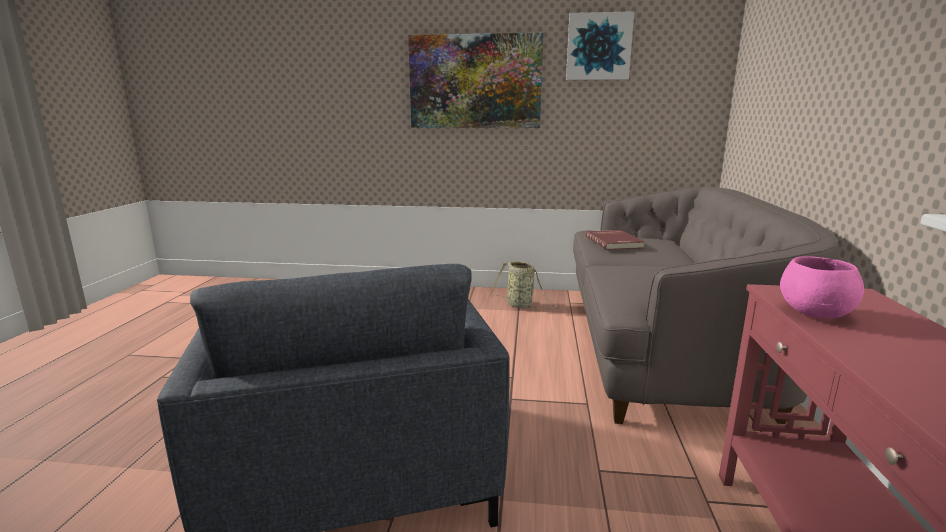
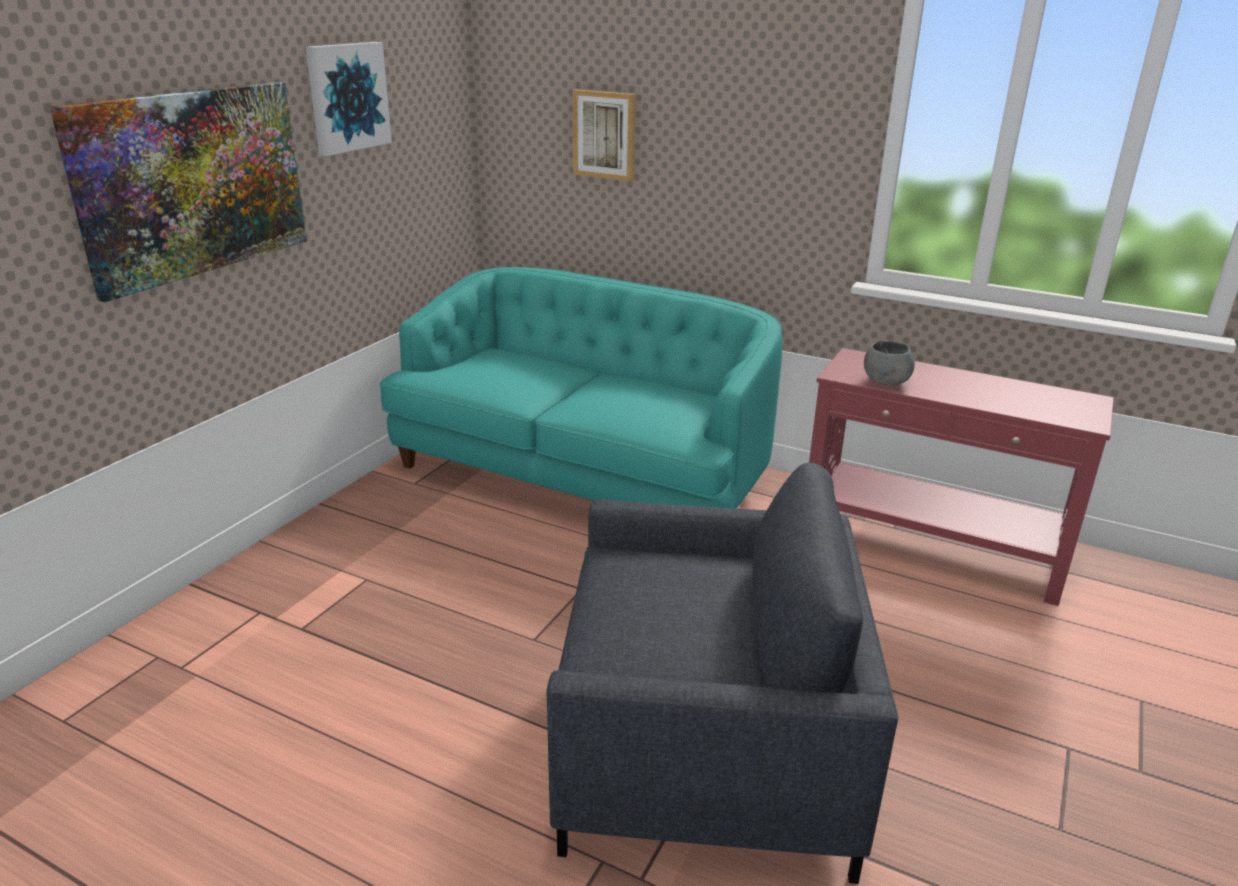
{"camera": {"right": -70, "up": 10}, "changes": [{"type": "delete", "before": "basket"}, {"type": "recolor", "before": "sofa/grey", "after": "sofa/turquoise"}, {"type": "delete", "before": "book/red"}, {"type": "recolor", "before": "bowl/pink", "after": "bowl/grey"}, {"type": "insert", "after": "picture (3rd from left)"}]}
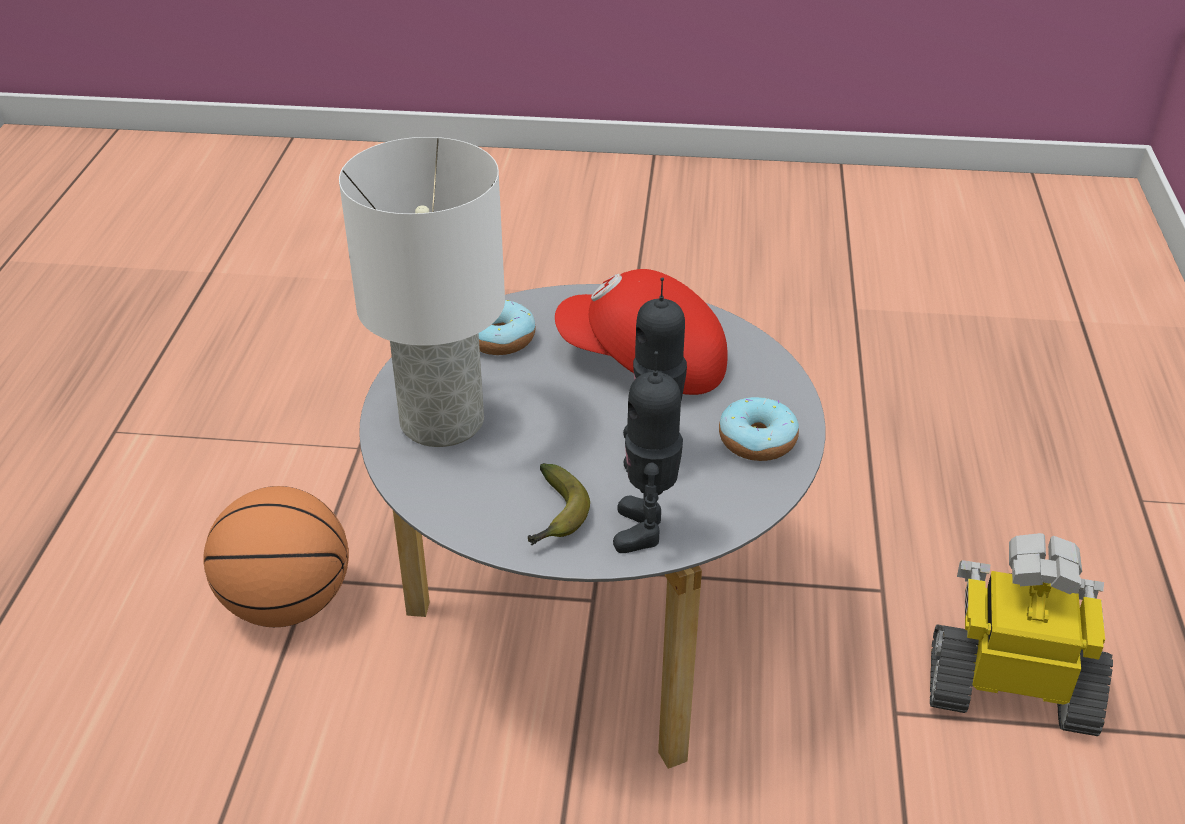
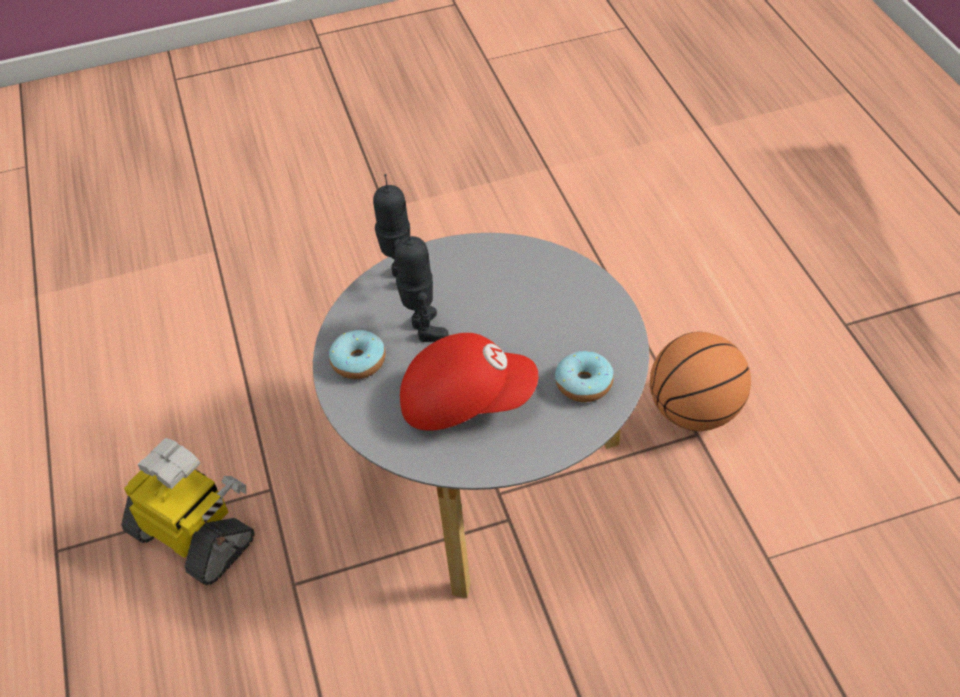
{"camera": {"right": 160, "up": 10}, "changes": [{"type": "delete", "before": "table lamp/white"}, {"type": "delete", "before": "banana"}, {"type": "rotate", "before": "toy robot (3rd from left in the first image)", "turn": -135}]}
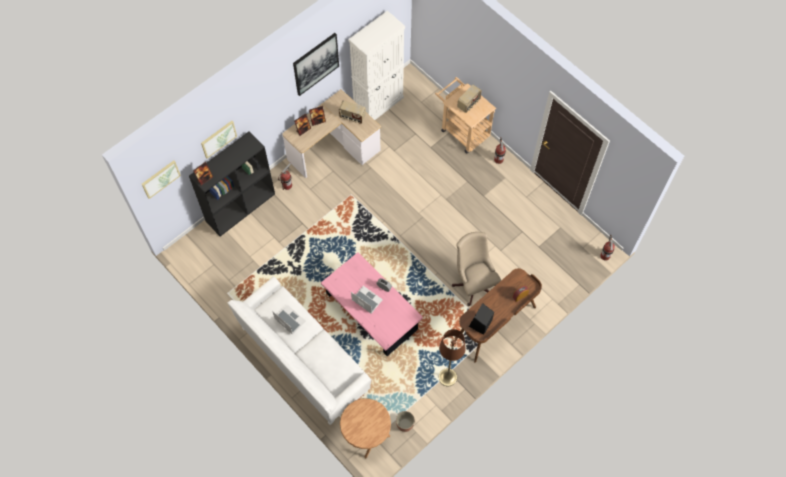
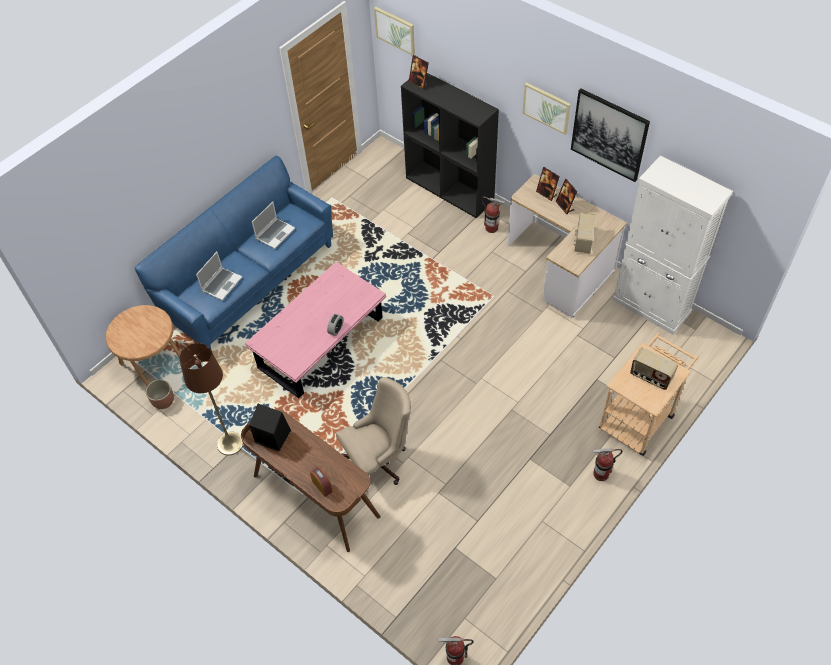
{"camera": {"right": 85, "up": -10}, "changes": [{"type": "move", "before": "picture (2nd from left)"}, {"type": "recolor", "before": "sofa/white", "after": "sofa/blue"}, {"type": "move", "before": "laptop (2nd from left in the first image)", "after": "laptop (1st from left)"}]}
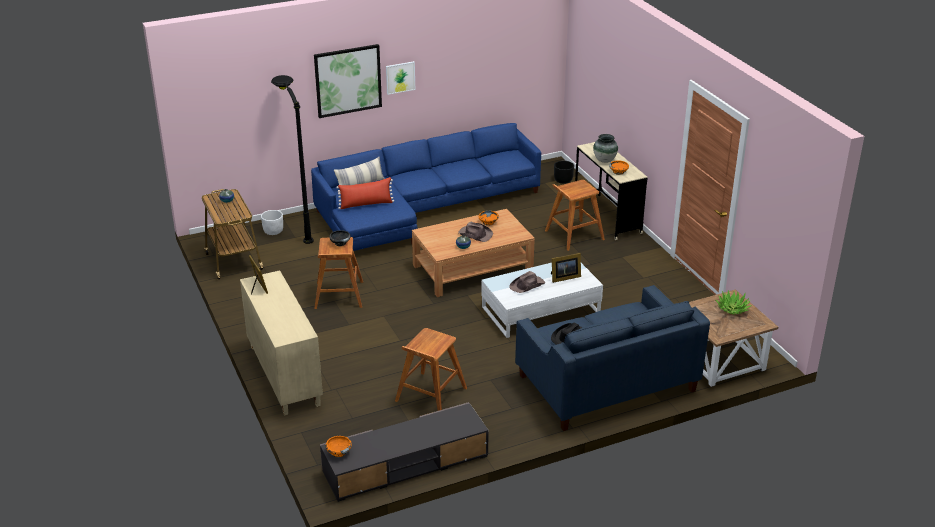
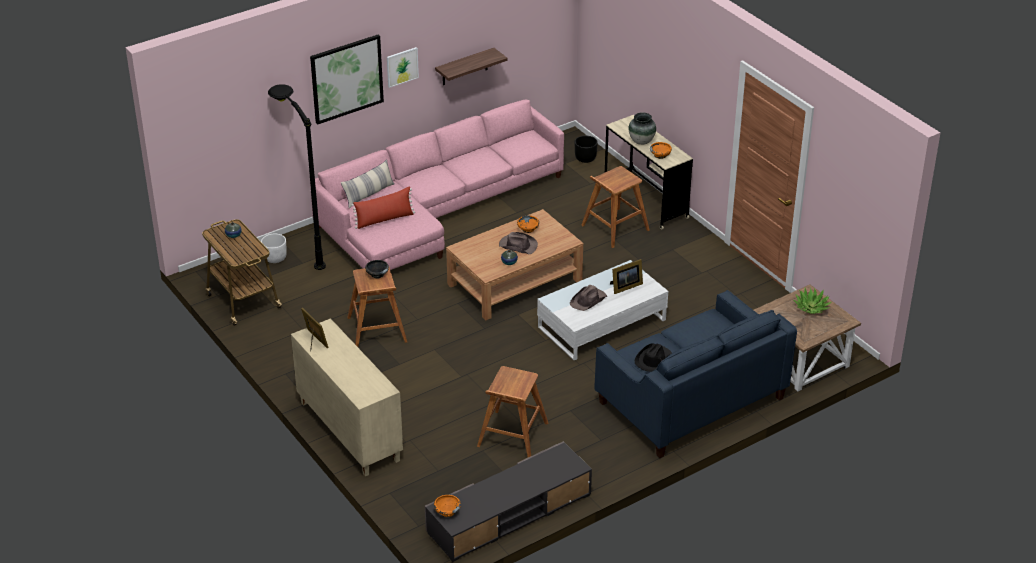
{"camera": {"right": -10, "up": 5}, "changes": [{"type": "recolor", "before": "sofa/blue (1st from left)", "after": "sofa/pink"}, {"type": "insert", "after": "shelf"}]}
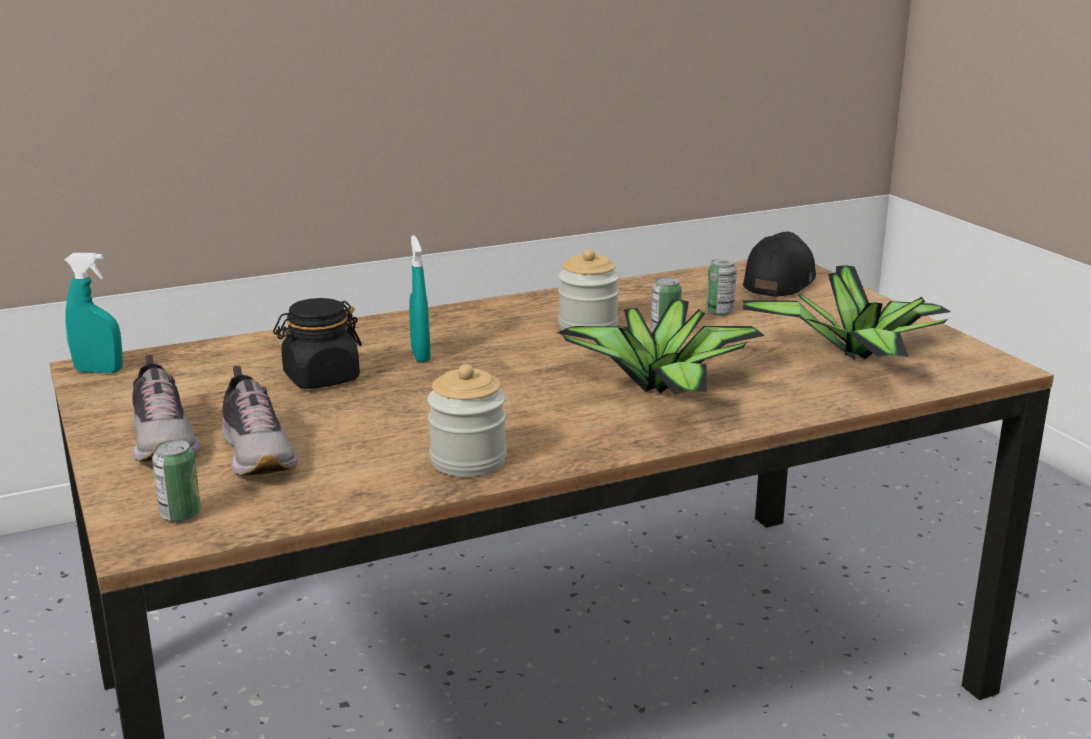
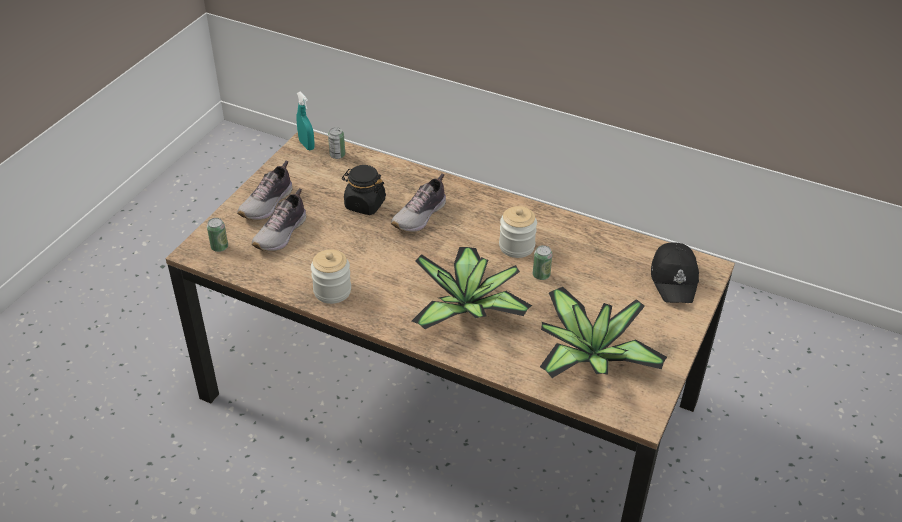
{"camera": {"right": 50, "up": 20}, "changes": [{"type": "replace", "before": "spray bottle/turquoise (2nd from left)", "after": "shoe (3rd from left)"}, {"type": "move", "before": "can (3rd from left in the first image)", "after": "can (2nd from left)"}, {"type": "rotate", "before": "cap/black", "turn": 105}]}
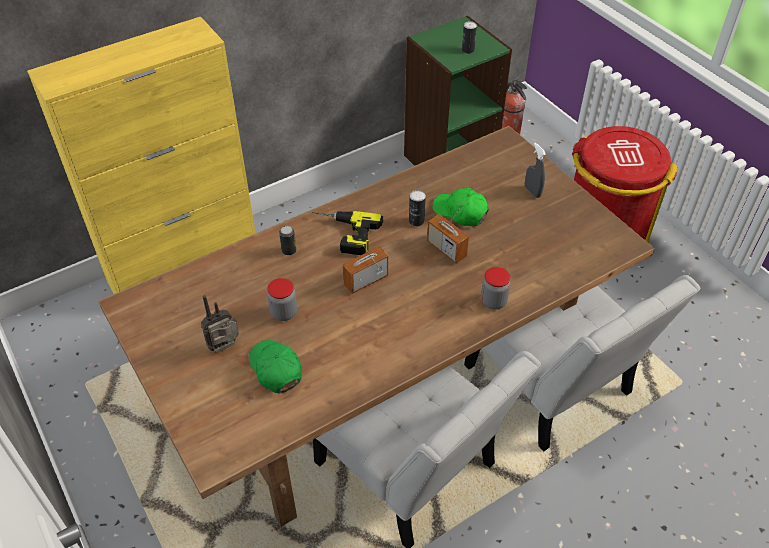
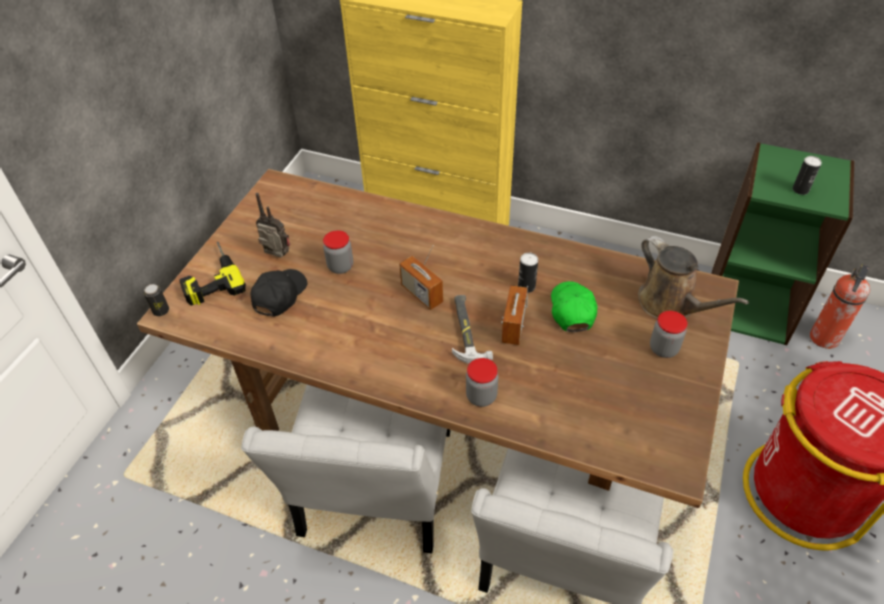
{"camera": {"right": 55, "up": 0}, "changes": [{"type": "recolor", "before": "cap/green (1st from left)", "after": "cap/black"}, {"type": "move", "before": "can (1st from left)"}, {"type": "move", "before": "power drill"}, {"type": "rotate", "before": "radio (2nd from left)", "turn": -150}, {"type": "replace", "before": "spray bottle/grey", "after": "jar (3rd from left)"}, {"type": "insert", "after": "hammer"}, {"type": "insert", "after": "watering can/brown"}]}
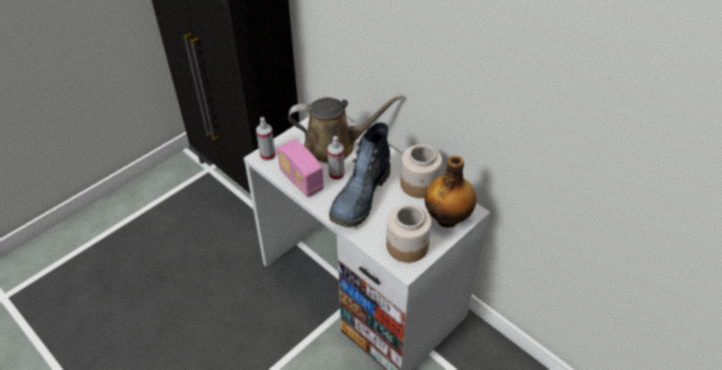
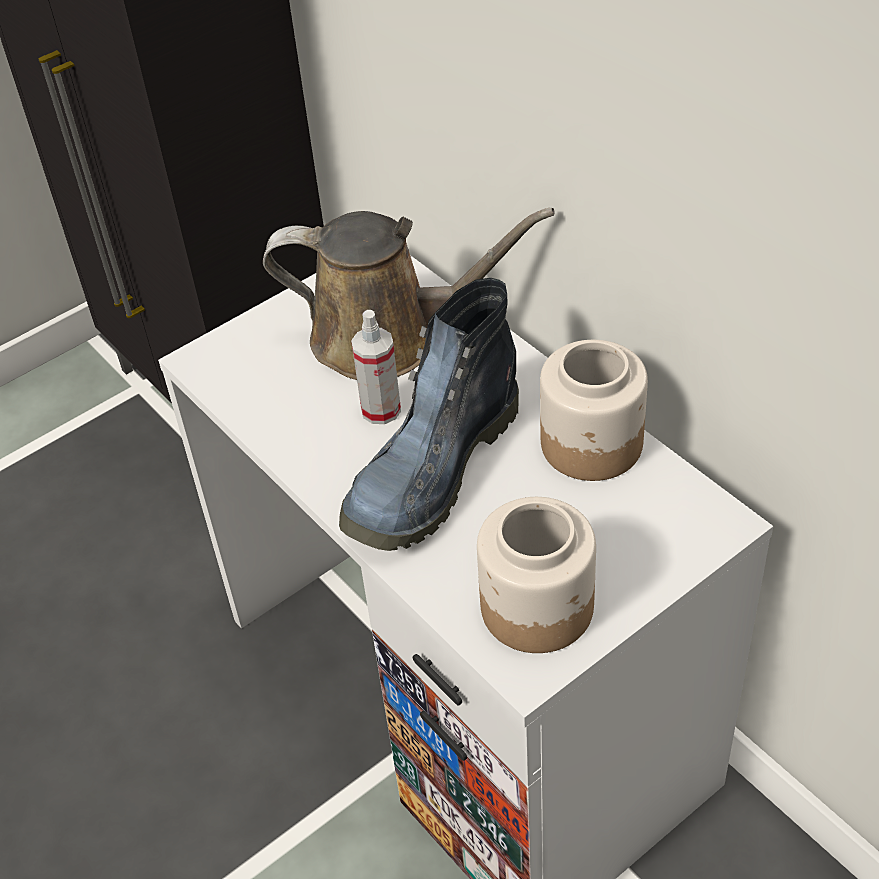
{"camera": {"right": 10, "up": 0}, "changes": [{"type": "delete", "before": "spray bottle (1st from left)"}, {"type": "delete", "before": "radio"}, {"type": "delete", "before": "bottle"}]}
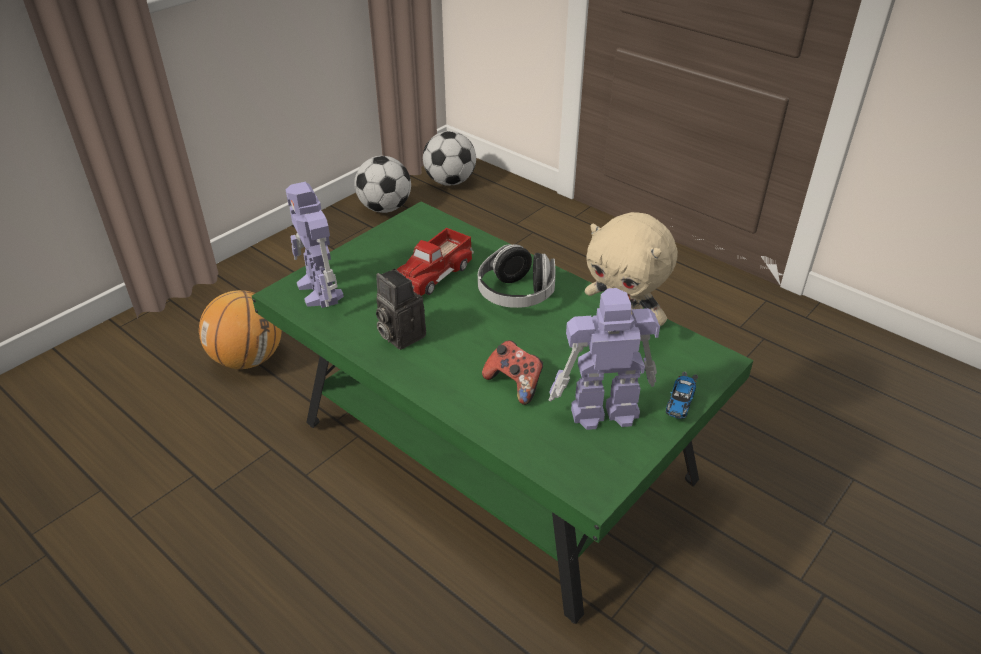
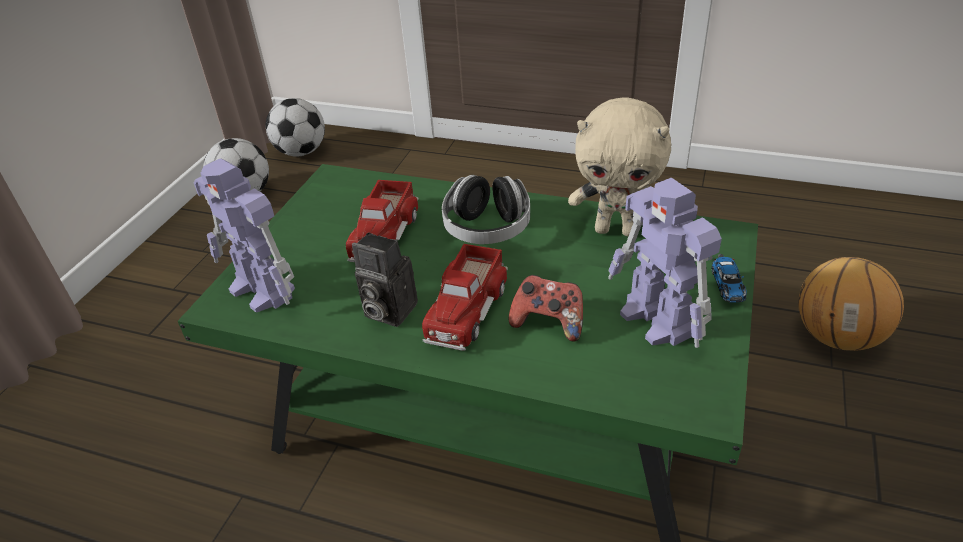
{"camera": {"right": -20, "up": 0}, "changes": [{"type": "move", "before": "basketball"}, {"type": "rotate", "before": "toy robot (2nd from left)", "turn": -90}, {"type": "insert", "after": "toy truck (2nd from left)"}]}
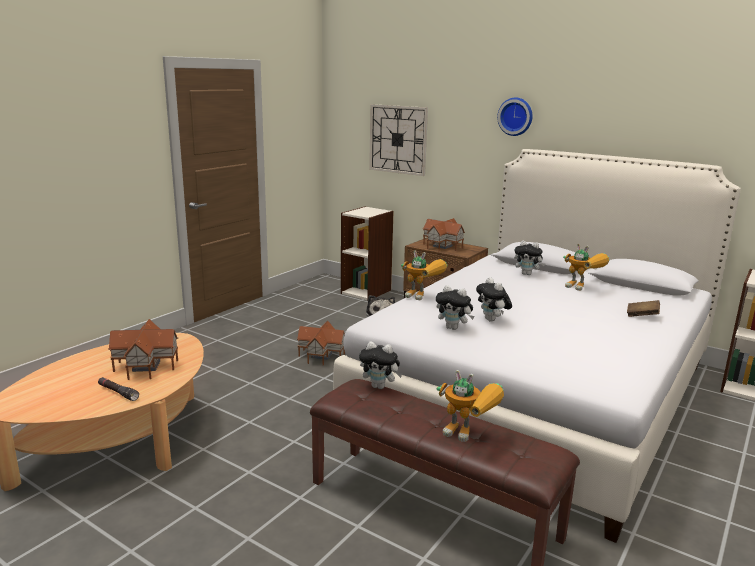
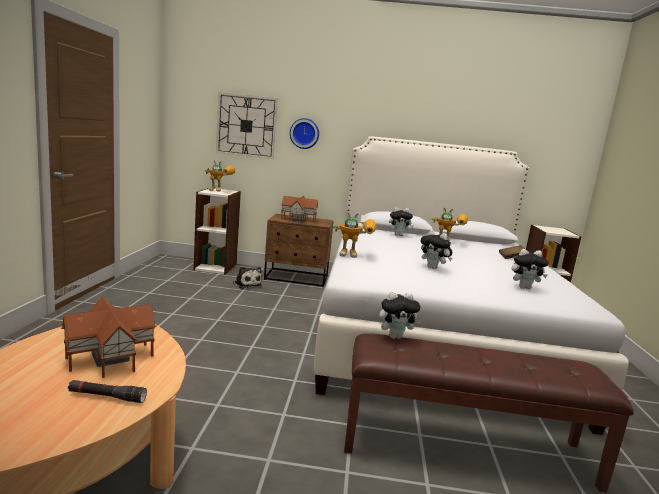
{"camera": {"right": -30, "up": -5}, "changes": [{"type": "delete", "before": "toy house (2nd from left)"}, {"type": "move", "before": "plush toy (3rd from left in the first image)", "after": "plush toy (5th from left)"}, {"type": "move", "before": "toy robot (2nd from left in the first image)", "after": "toy robot (1st from left)"}, {"type": "move", "before": "wall clock (2nd from left)"}]}
